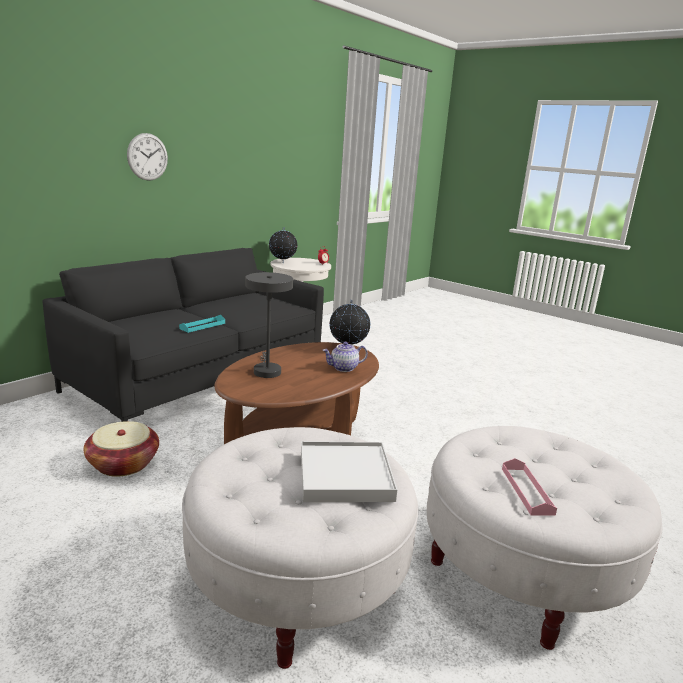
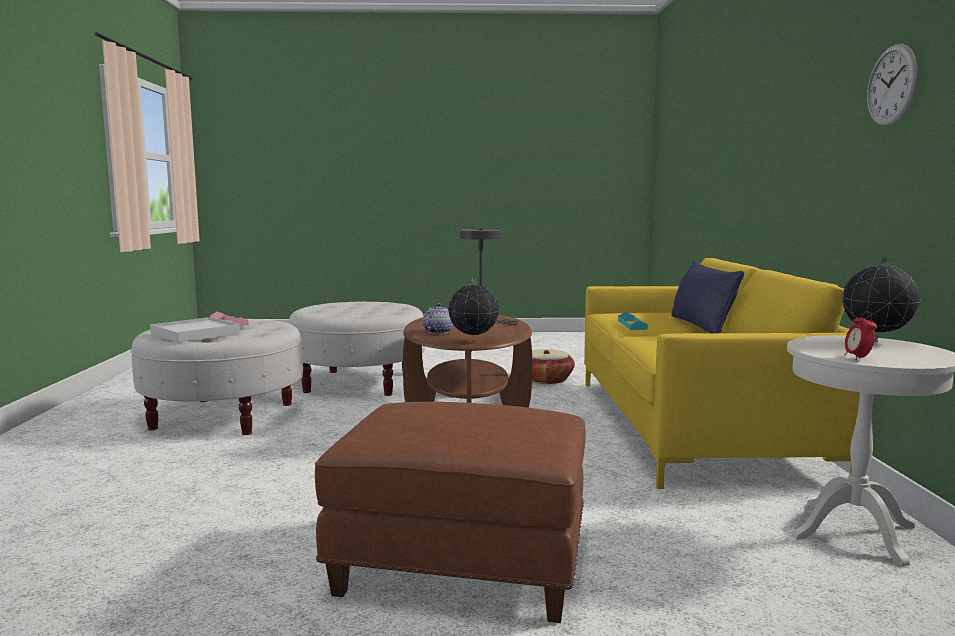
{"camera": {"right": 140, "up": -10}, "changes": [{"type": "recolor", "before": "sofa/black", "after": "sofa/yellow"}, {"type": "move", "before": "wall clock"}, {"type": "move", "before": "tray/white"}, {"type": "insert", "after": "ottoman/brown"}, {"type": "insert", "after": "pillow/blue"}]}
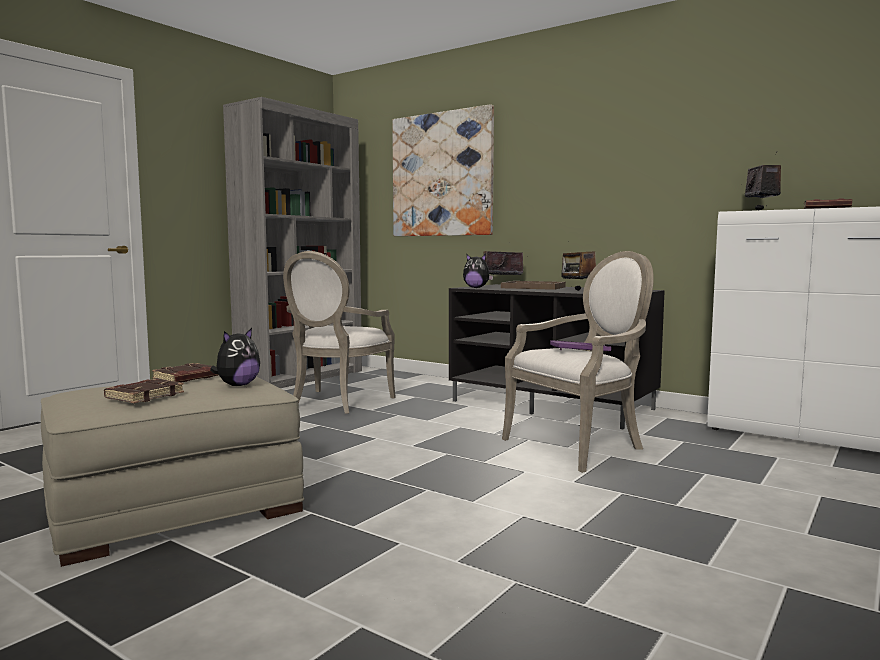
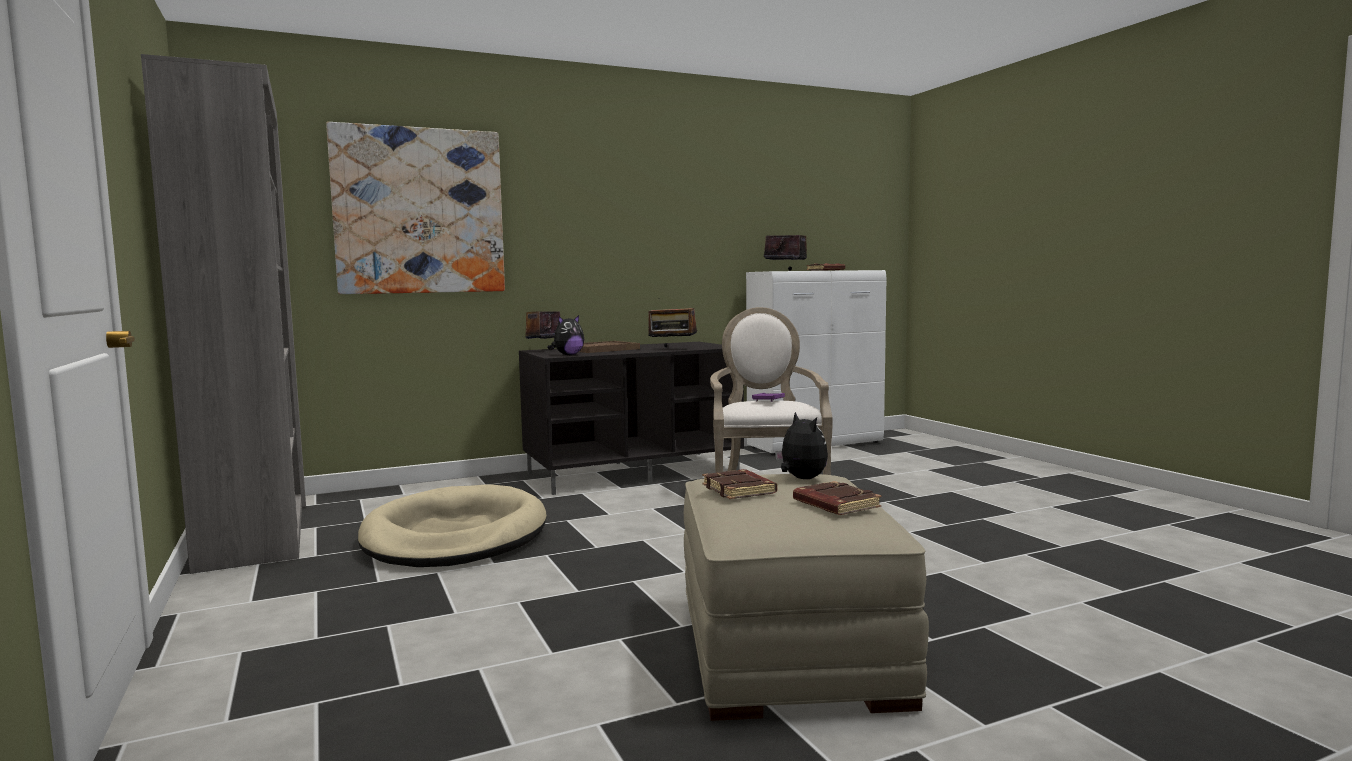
{"camera": {"right": -60, "up": 0}, "changes": [{"type": "replace", "before": "armchair (1st from left)", "after": "dog bed/beige"}]}
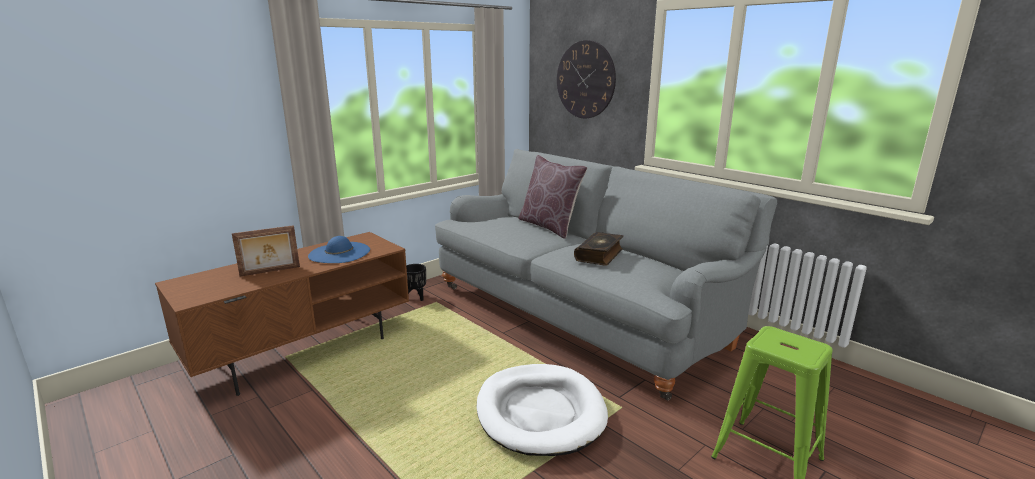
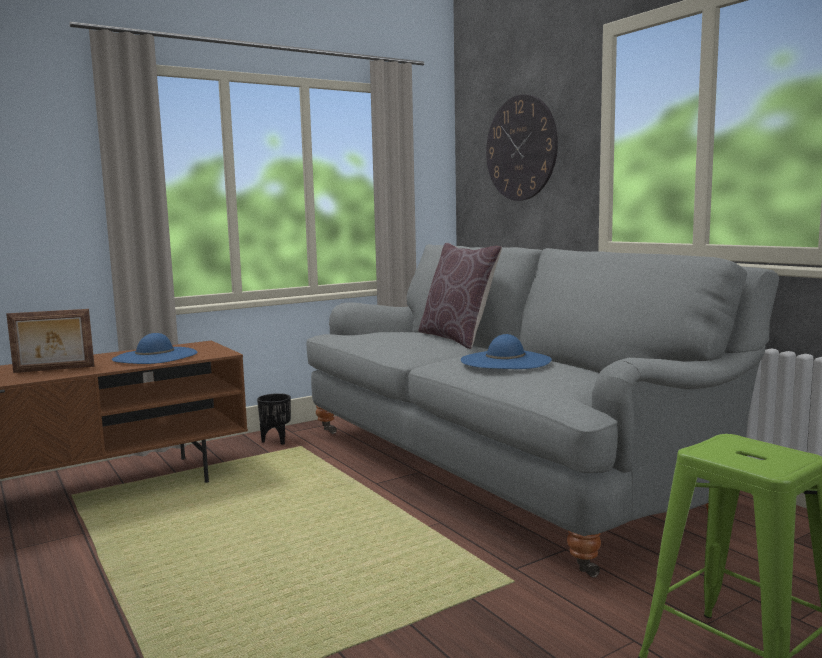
{"camera": {"right": 10, "up": -10}, "changes": [{"type": "delete", "before": "dog bed/white"}, {"type": "replace", "before": "book", "after": "hat/blue (2nd from left)"}]}
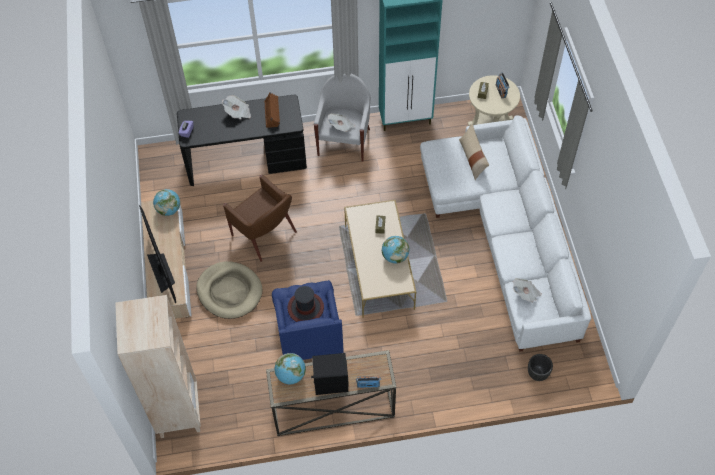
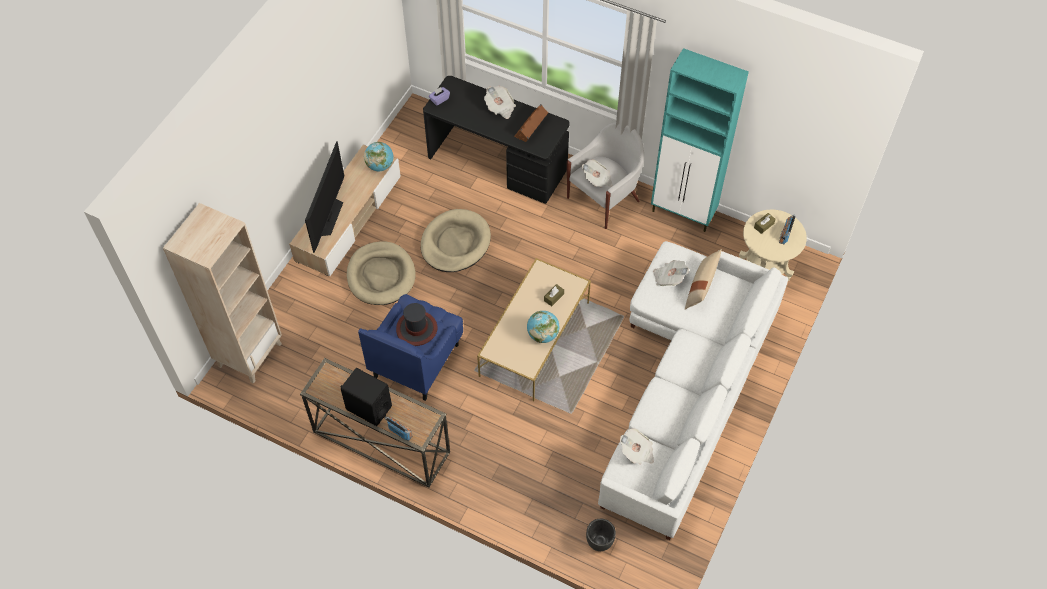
{"camera": {"right": 35, "up": 0}, "changes": [{"type": "replace", "before": "armchair/brown", "after": "dog bed/beige (2nd from left)"}, {"type": "delete", "before": "globe (2nd from left)"}, {"type": "insert", "after": "newspaper (4th from left)"}]}
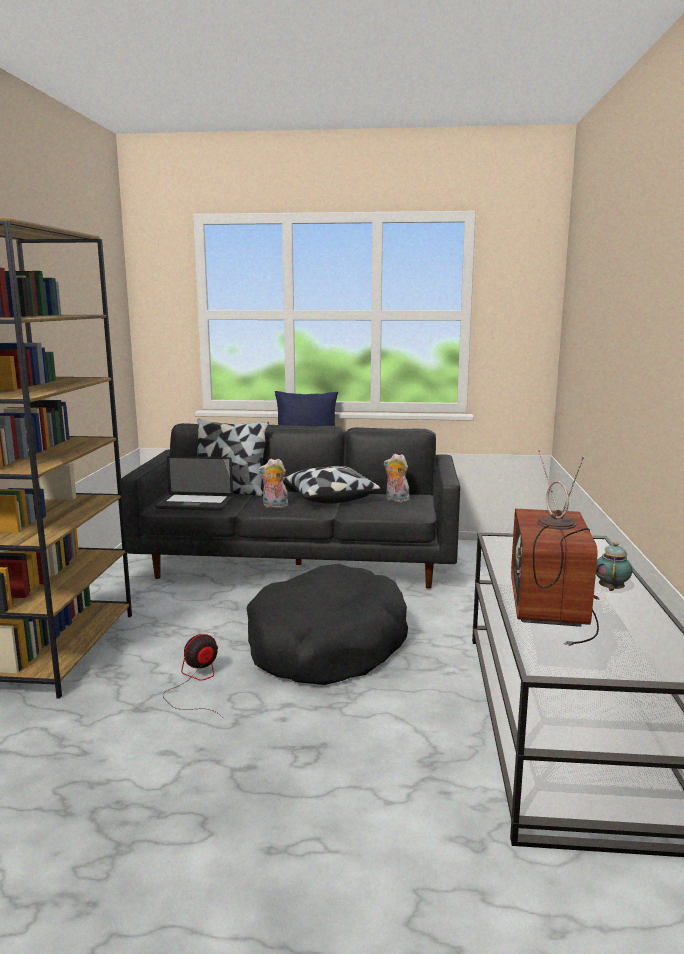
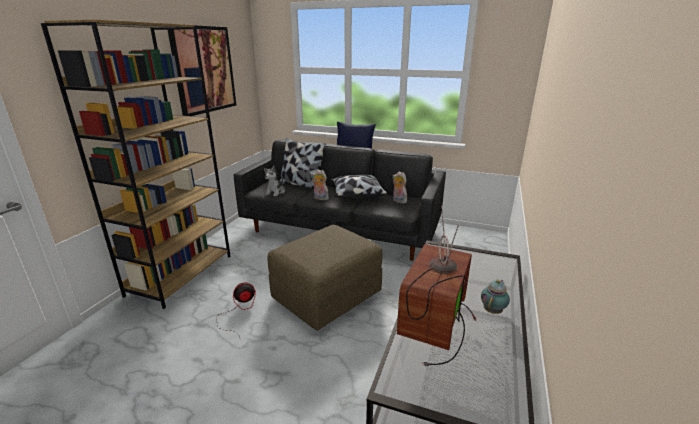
{"camera": {"right": 15, "up": 10}, "changes": [{"type": "replace", "before": "laptop", "after": "plush toy (1st from left)"}, {"type": "replace", "before": "dog bed/black", "after": "ottoman/brown"}, {"type": "insert", "after": "picture"}]}
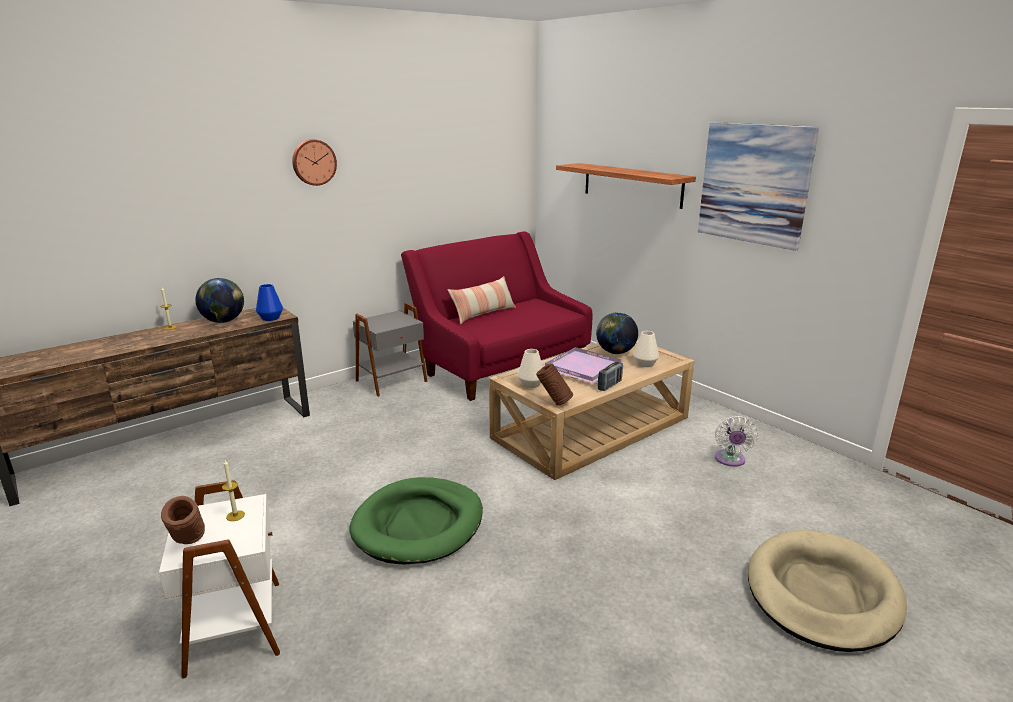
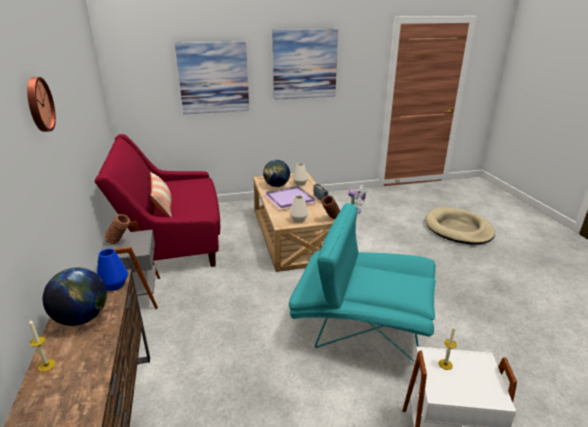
{"camera": {"right": -65, "up": 5}, "changes": [{"type": "move", "before": "vase/brown (1st from left)"}, {"type": "replace", "before": "dog bed/green", "after": "armchair/turquoise"}, {"type": "replace", "before": "shelf", "after": "picture (1st from left)"}]}
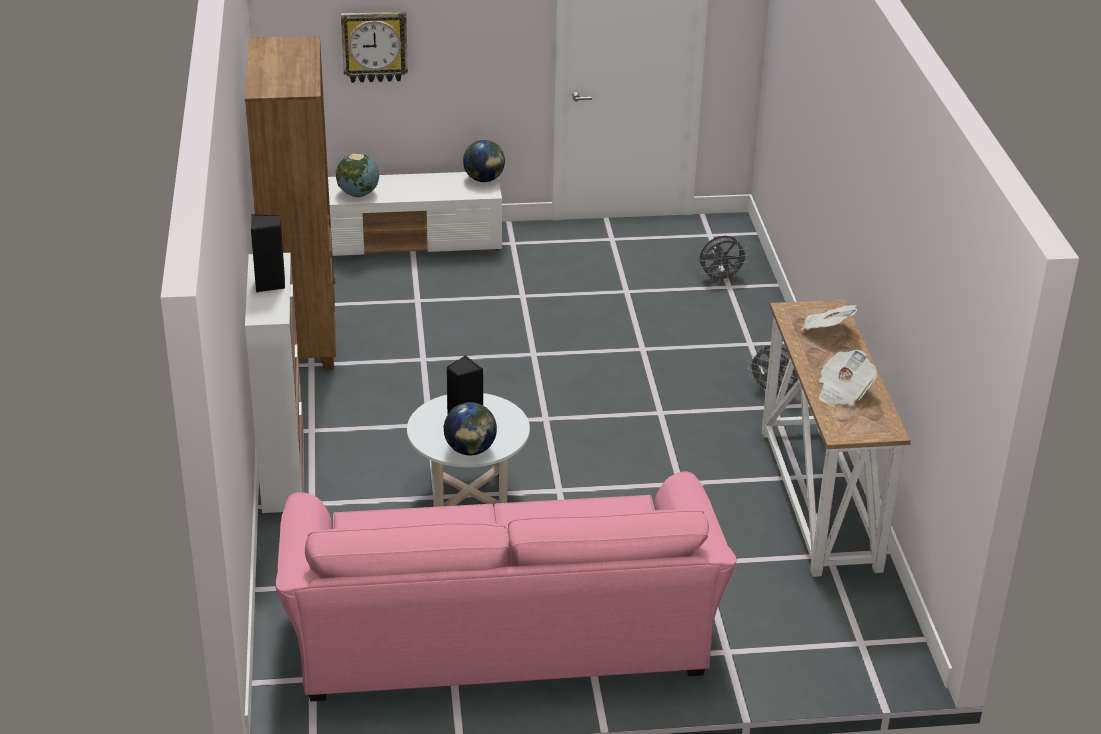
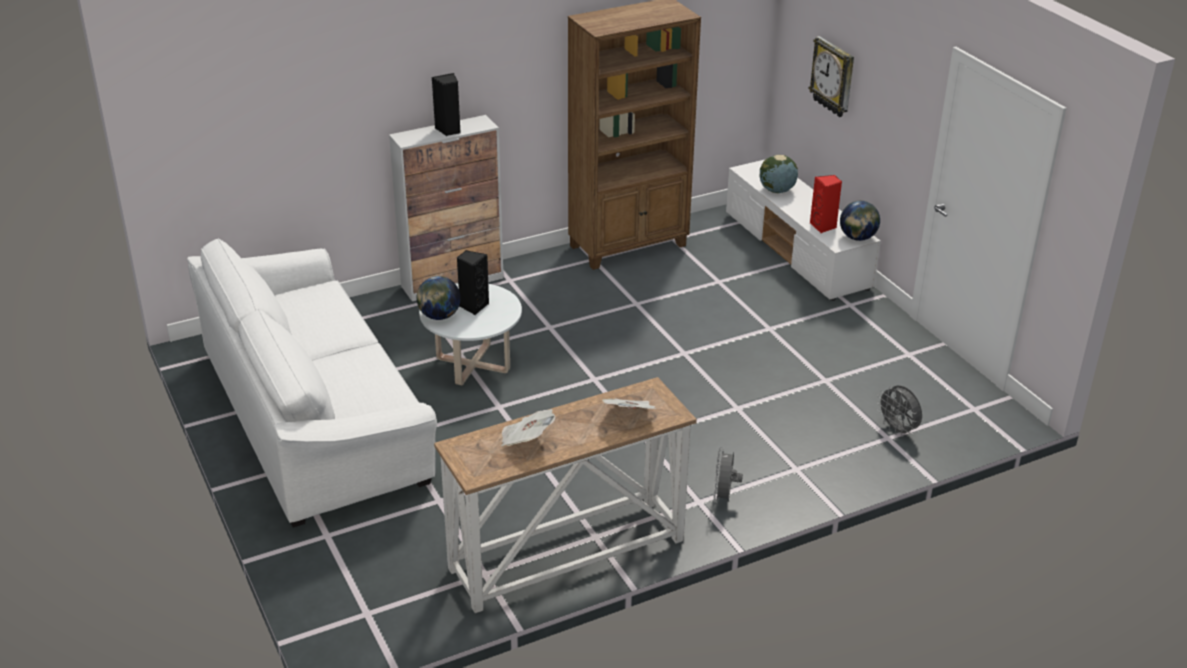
{"camera": {"right": 70, "up": 0}, "changes": [{"type": "recolor", "before": "sofa/pink", "after": "sofa/white"}, {"type": "insert", "after": "speaker/red"}]}
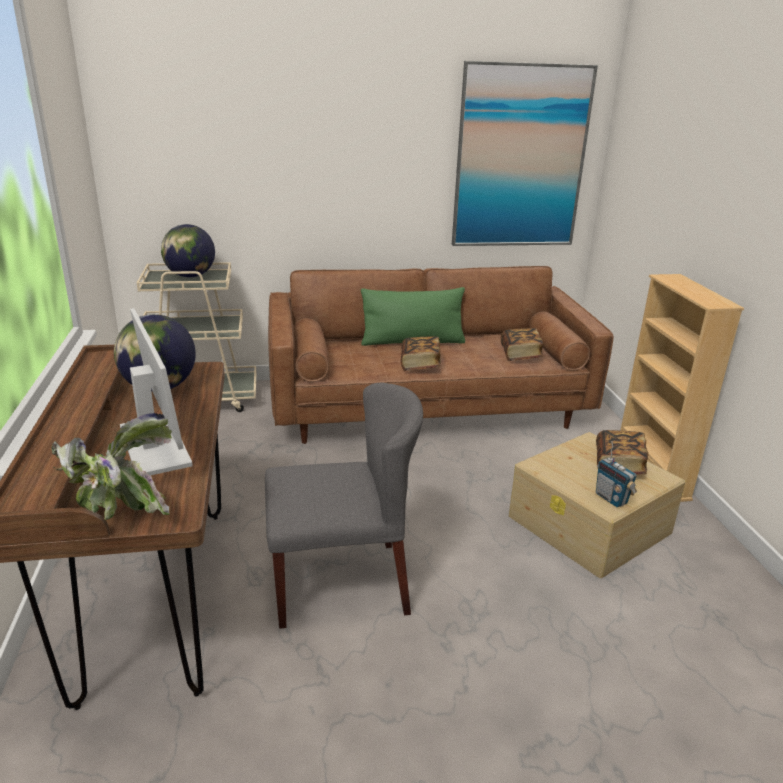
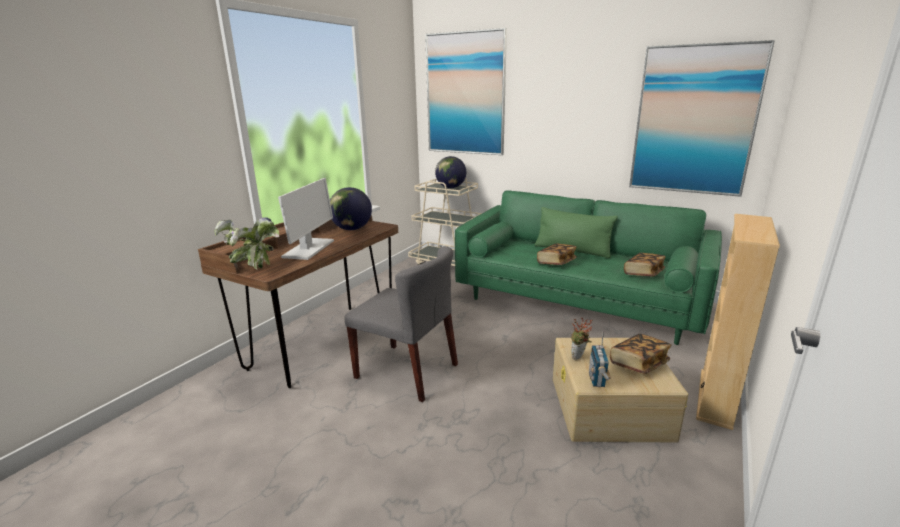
{"camera": {"right": 40, "up": -5}, "changes": [{"type": "recolor", "before": "sofa/brown", "after": "sofa/green"}, {"type": "insert", "after": "picture (1st from left)"}, {"type": "insert", "after": "potted plant (2nd from left)"}]}
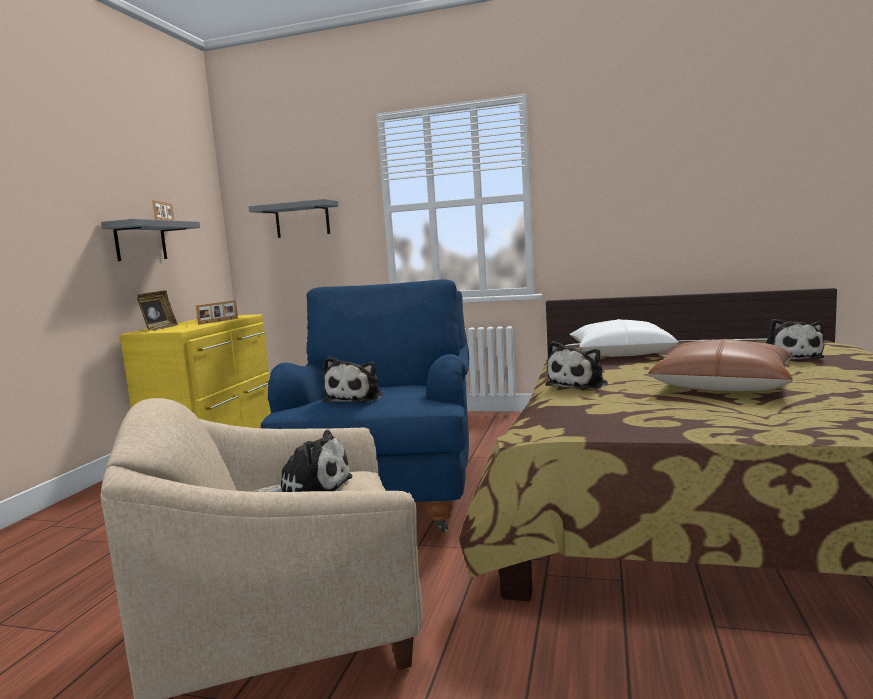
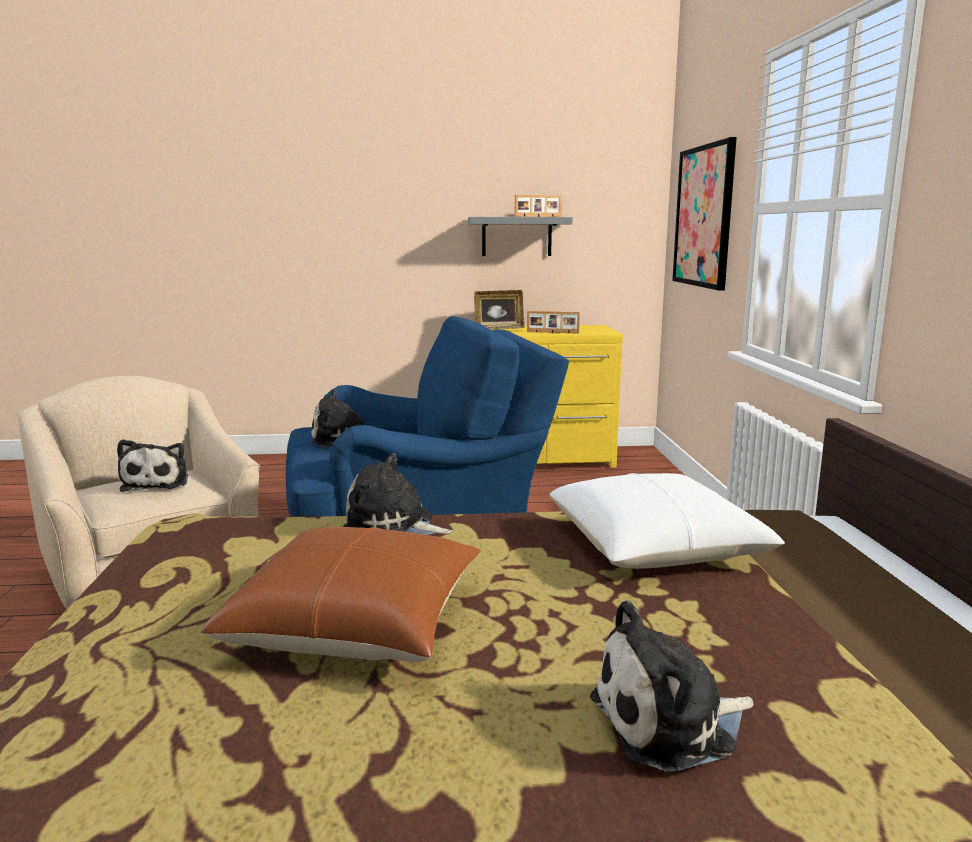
{"camera": {"right": 70, "up": 5}, "changes": [{"type": "replace", "before": "shelf/grey (2nd from left)", "after": "picture"}]}
